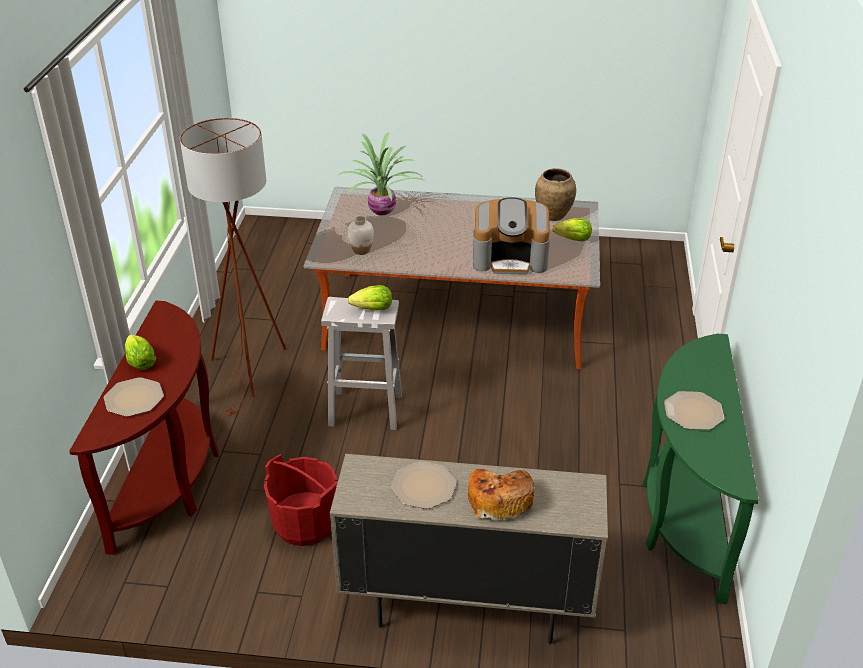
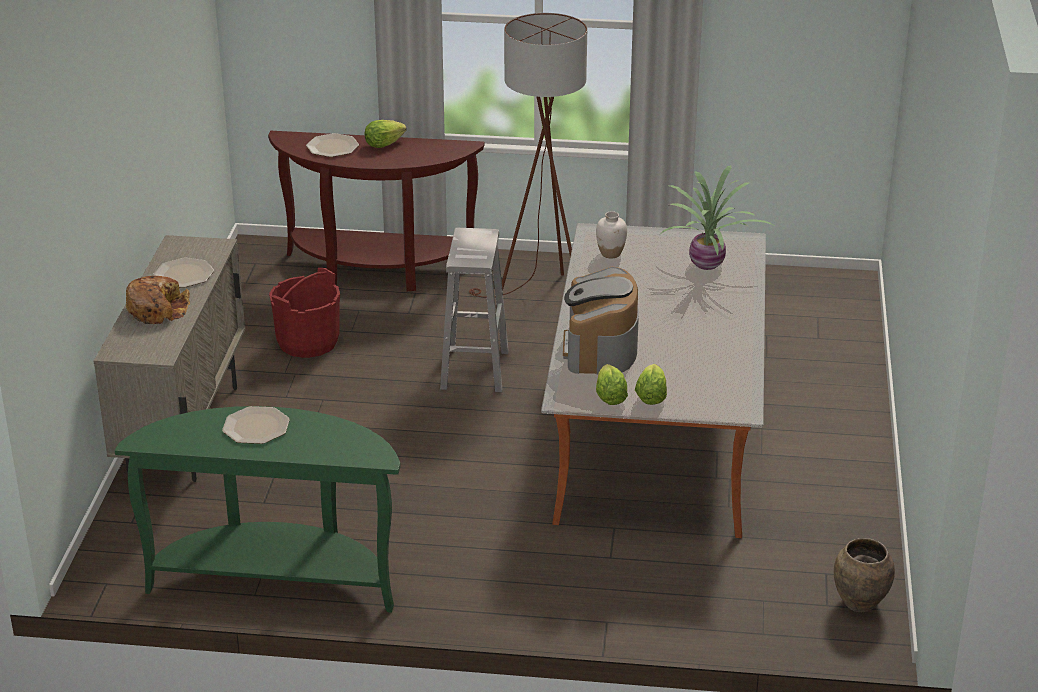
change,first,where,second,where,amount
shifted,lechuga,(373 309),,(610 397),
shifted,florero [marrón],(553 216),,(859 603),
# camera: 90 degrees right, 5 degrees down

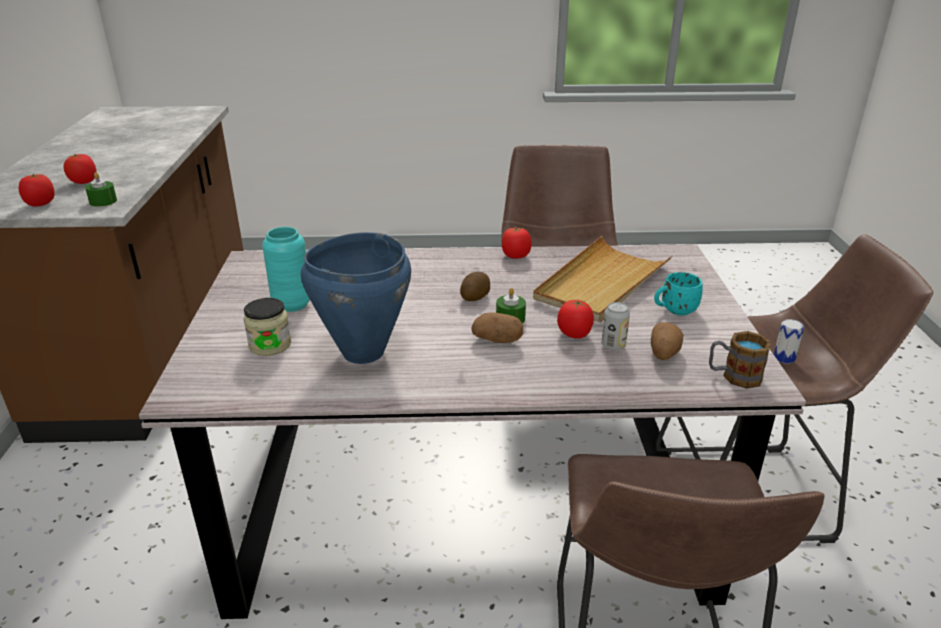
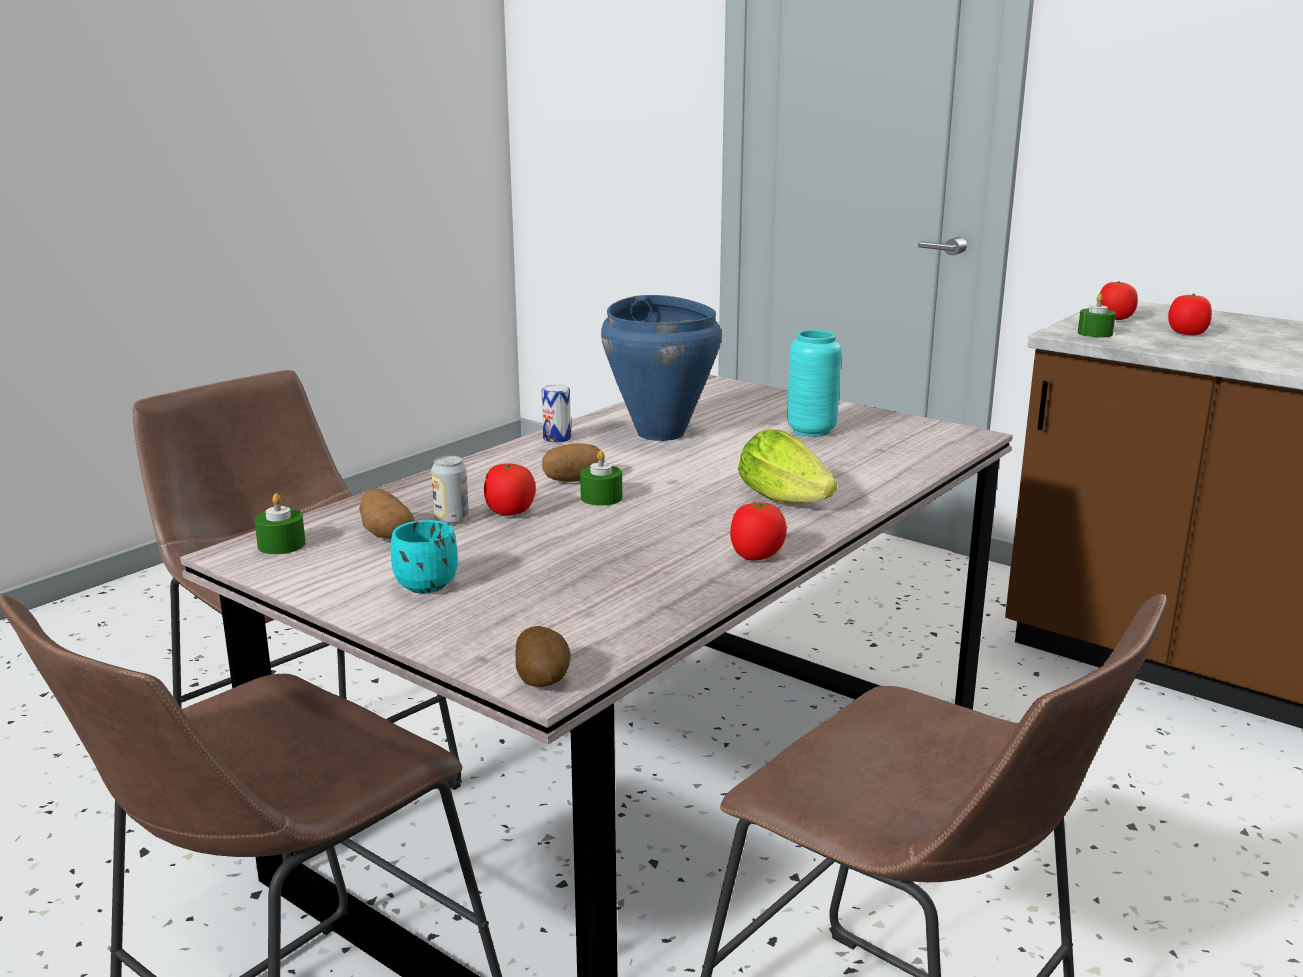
change,first,where,second,where,amount
swapped,taza grande,(734 376),vela [verde],(281 545),
shifted,patata,(475 296),,(543 679),
shifted,lata,(784 357),,(557 438),
new,,,lechuga,(788 499),
gone,tarro,(270 345),,,
gone,bandeja [beis],(601 283),,,
# camera: 130 degrees right, 10 degrees down

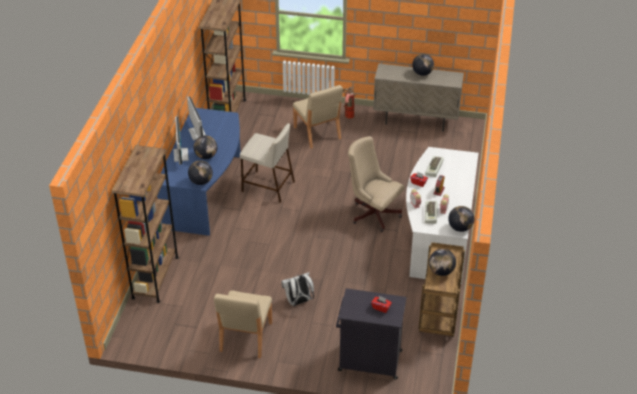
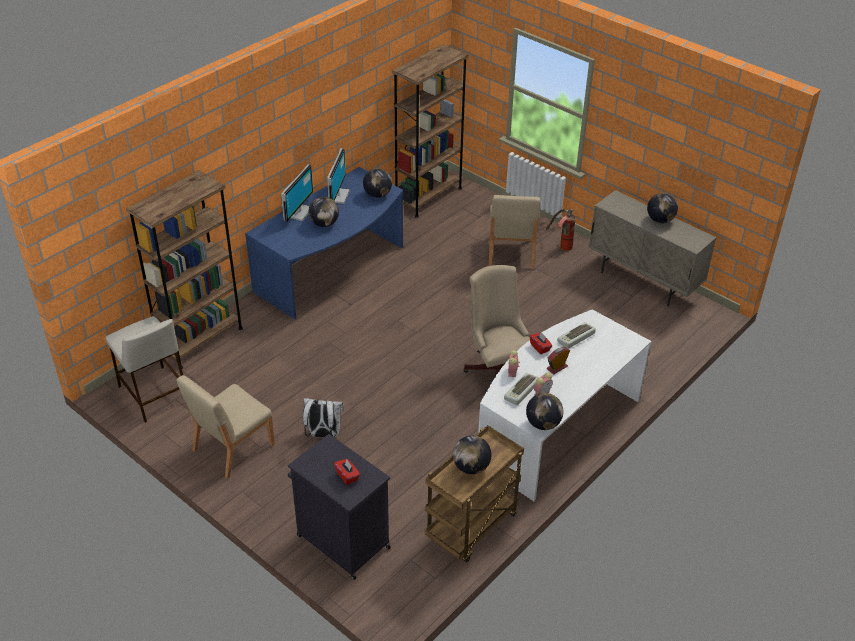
change,first,where,second,where,amount
shifted,taburete [beis],(267 186),,(153 393),
shifted,globo terráqueo,(201 182),,(377 195),
# camera: 30 degrees right, 0 degrees up

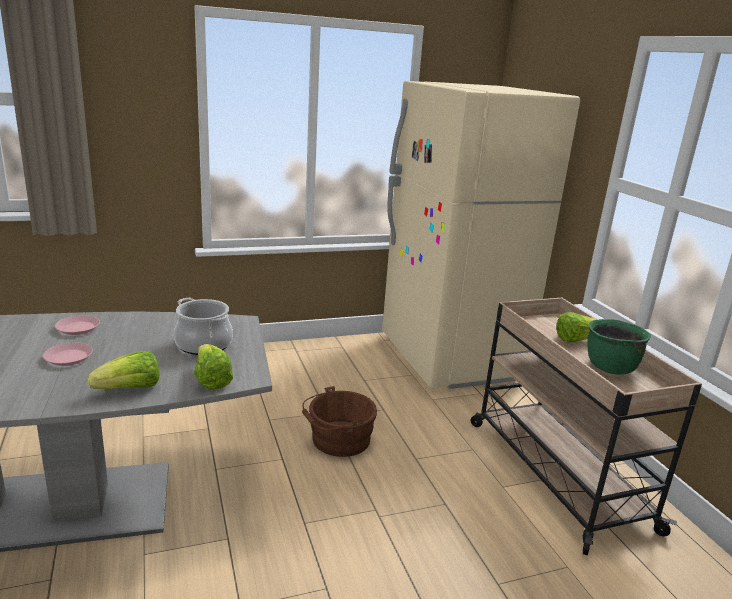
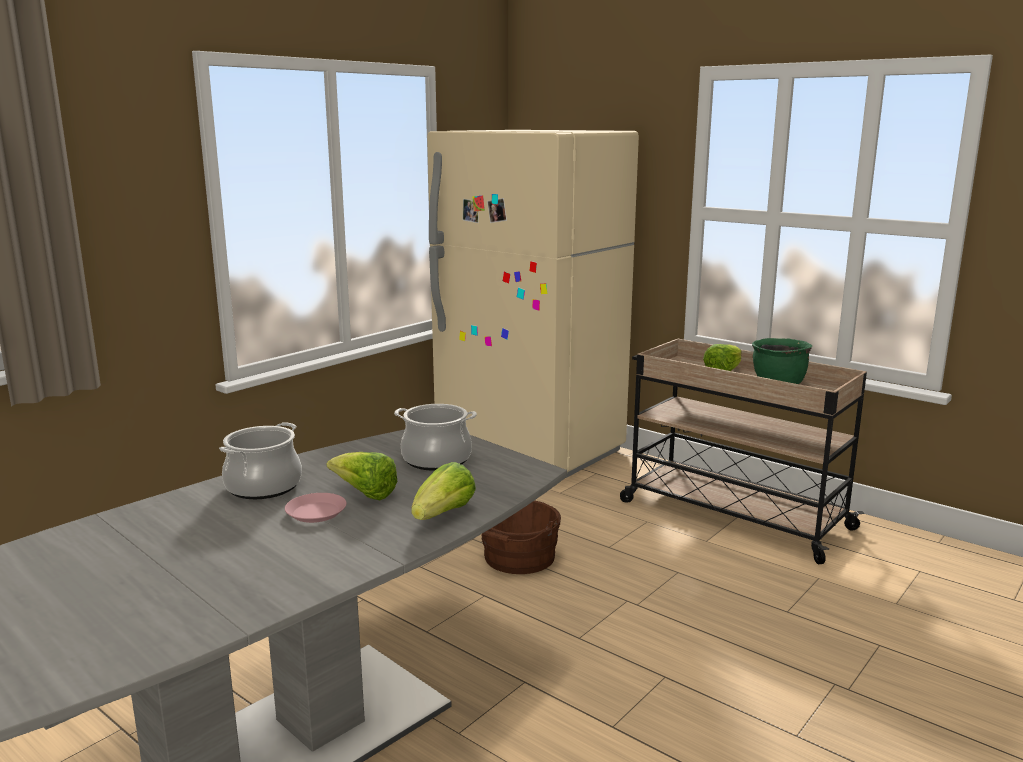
change,first,where,second,where,amount
swapped,plato [rosa],(78 328),olla,(263 486),
shifted,lechuga,(211 380),,(365 494),
# camera: 30 degrees left, 5 degrees down

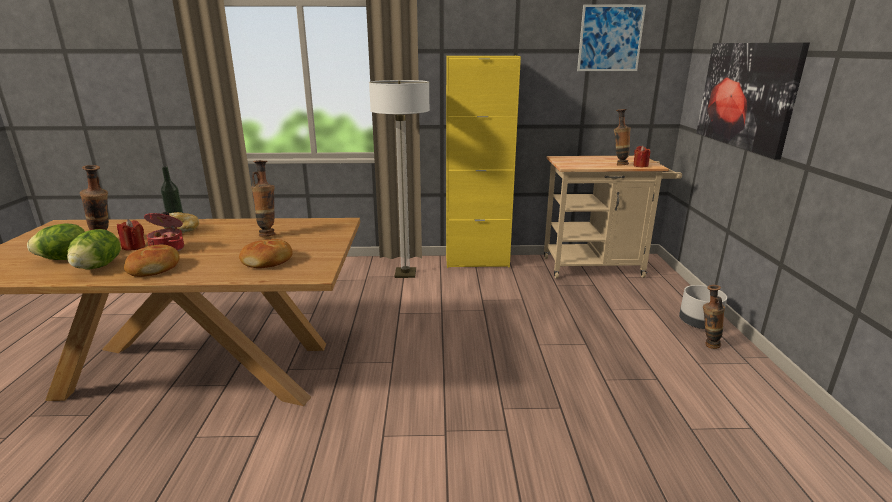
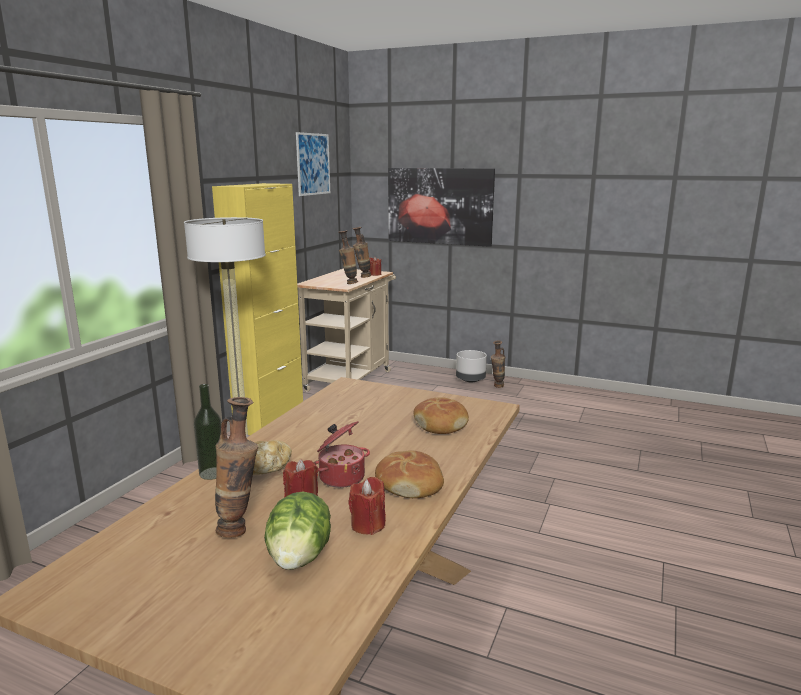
change,first,where,second,where,amount
shifted,florero,(268 234),,(348 283),
swapped,lechuga,(98 267),vela [rojo],(368 525),
# camera: 65 degrees left, 5 degrees down

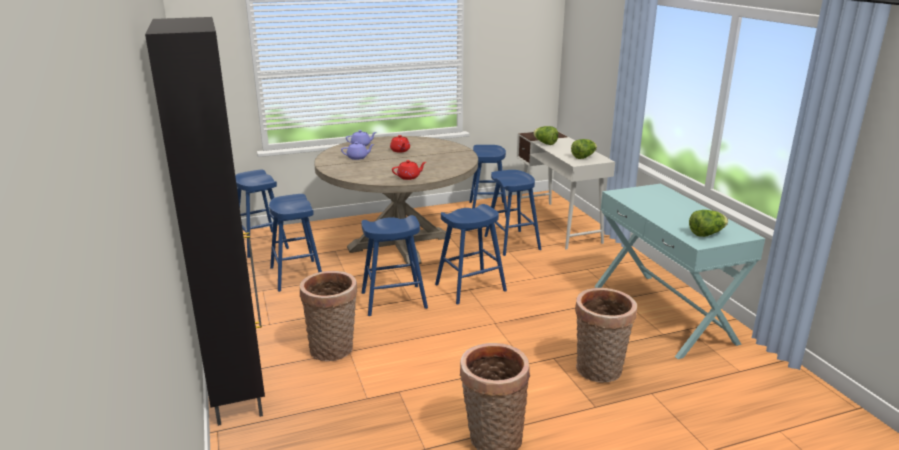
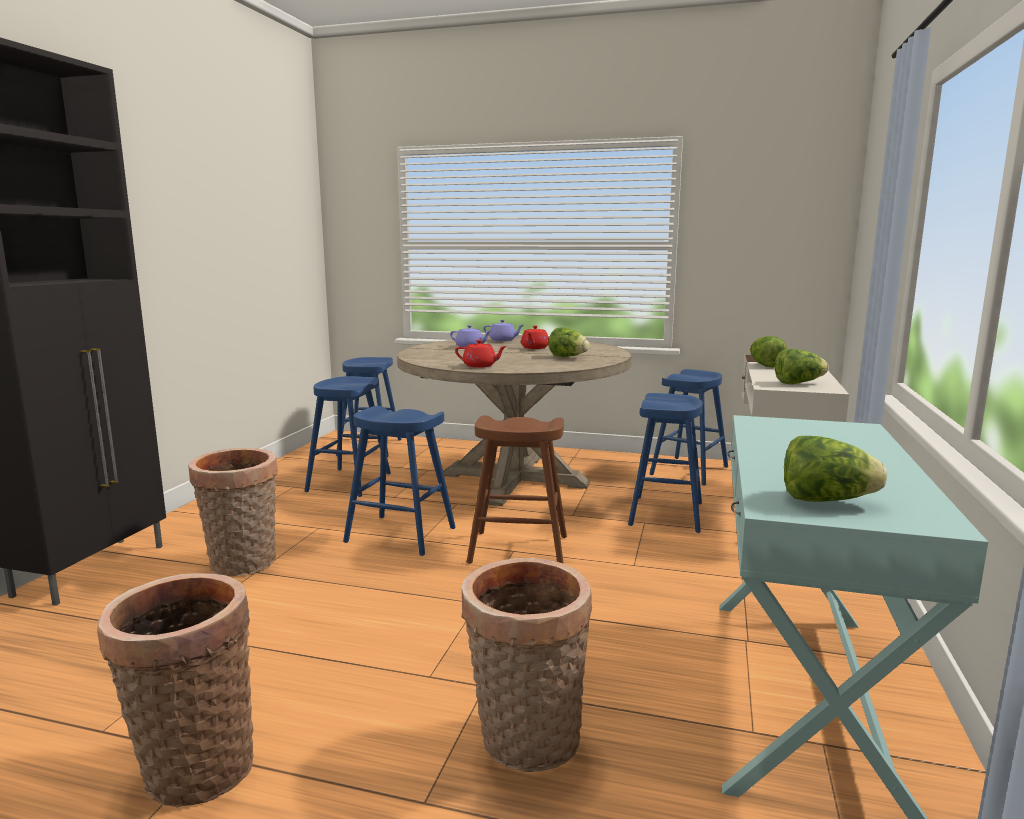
change,first,where,second,where,amount
repainted,taburete [azul],(470 287),taburete [marrón],(519 549),
new,,,lechuga,(568 357),
# camera: 35 degrees right, 10 degrees down

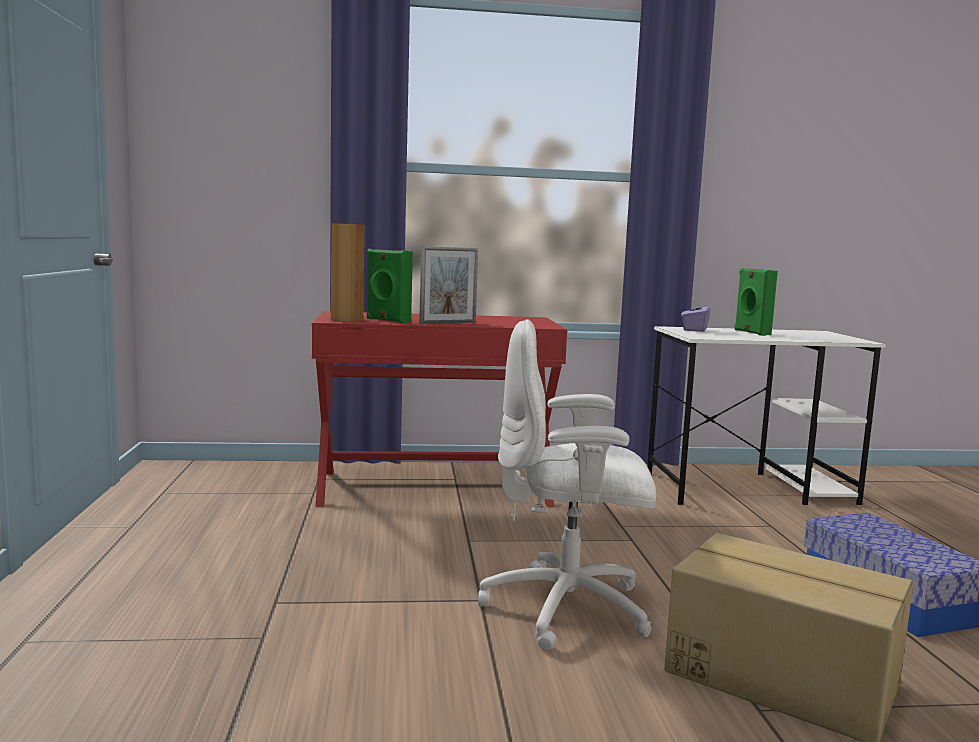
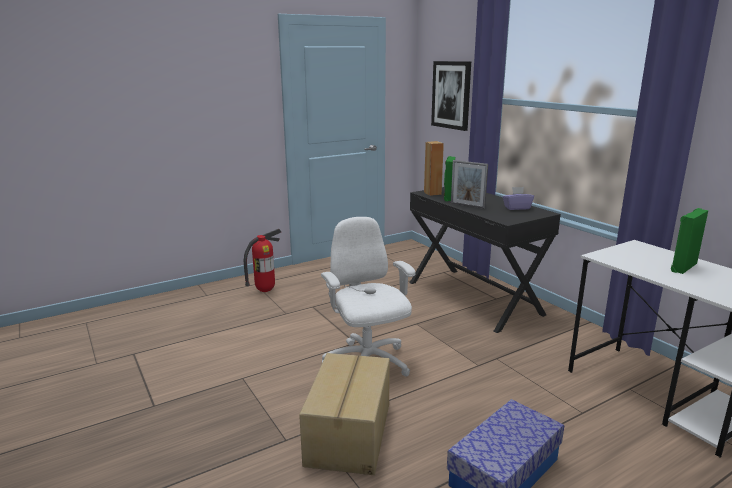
change,first,where,second,where,amount
new,,,extintor,(265 290),
repainted,escritorio [rojo],(434 488),escritorio [negro],(474 297),
new,,,cuadro,(451 95),
shifted,caja de pañuelos [morado],(694 330),,(517 208),
# camera: 65 degrees right, 10 degrees up

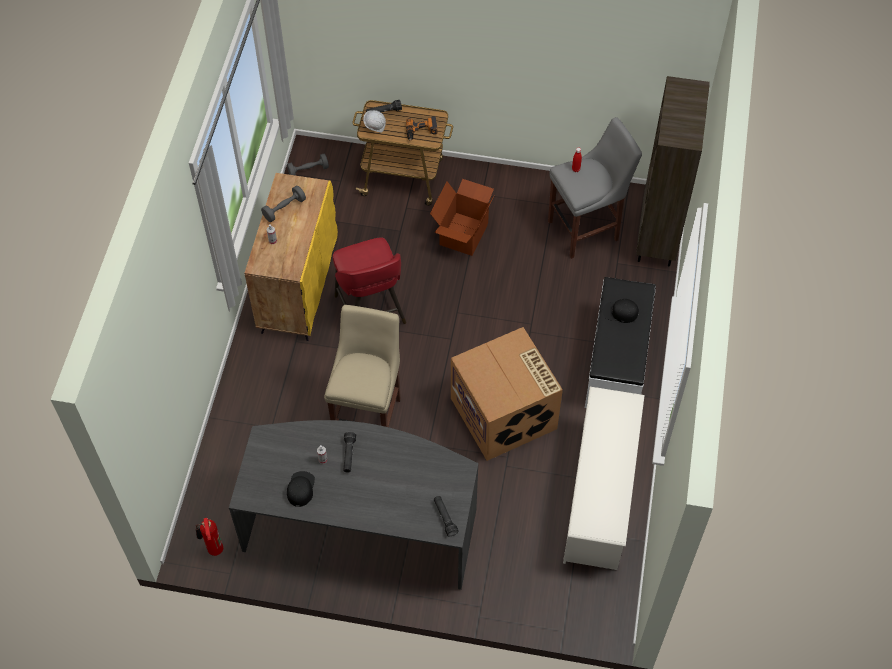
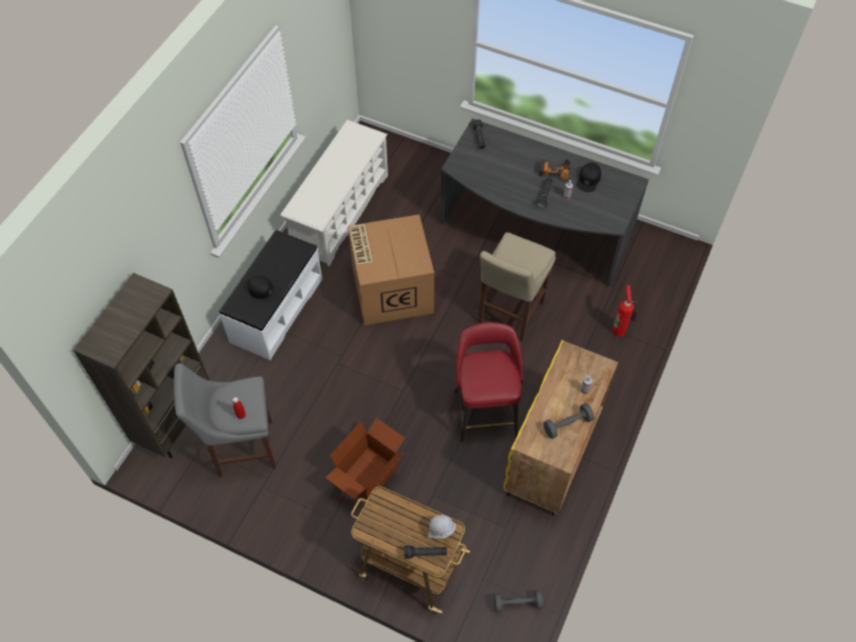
change,first,where,second,where,amount
shifted,taladro,(421 131),,(554 170),
shifted,extintor,(214 550),,(620 329),
# camera: 165 degrees left, 0 degrees up

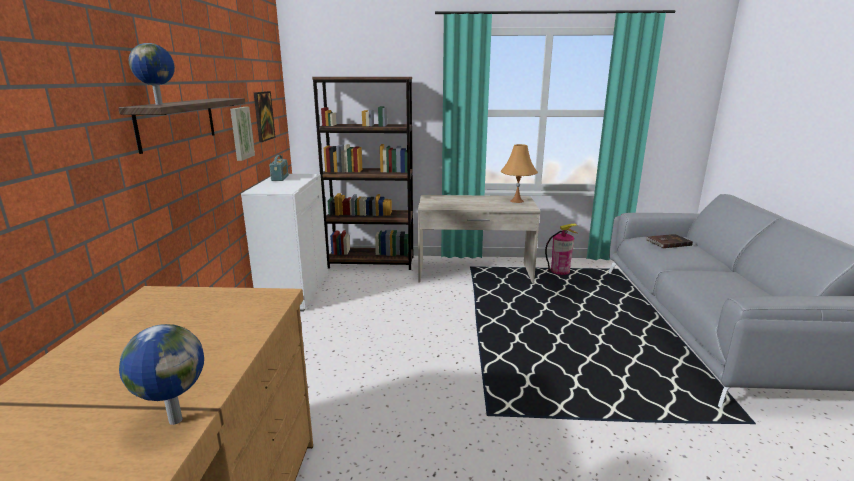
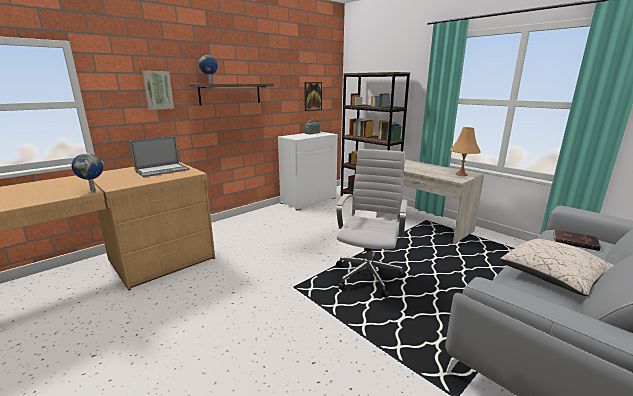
change,first,where,second,where,amount
new,,,portátil,(162 170),
shifted,cuadro,(240 133),,(158 90),
new,,,silla de oficina [blanco],(368 275),
new,,,cojín [beis],(554 277),
gone,extintor,(560 271),,,
# camera: 45 degrees right, 0 degrees up

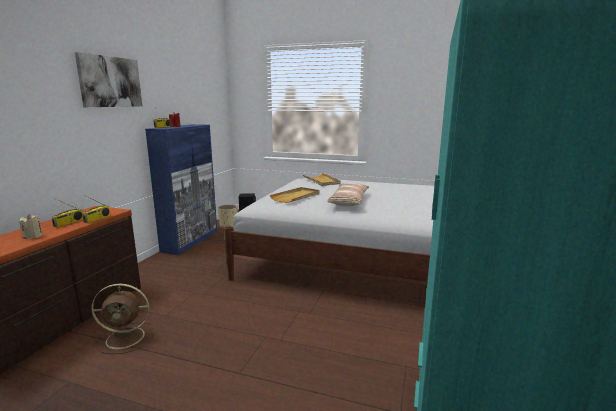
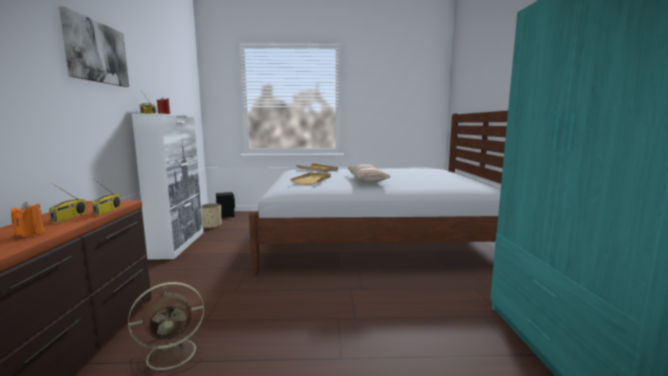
change,first,where,second,where,amount
repainted,vela [beis],(33 236),vela [naranja],(30 234),
repainted,armario [azul],(190 241),armario [blanco],(178 244),
# camera: 20 degrees left, 5 degrees down

